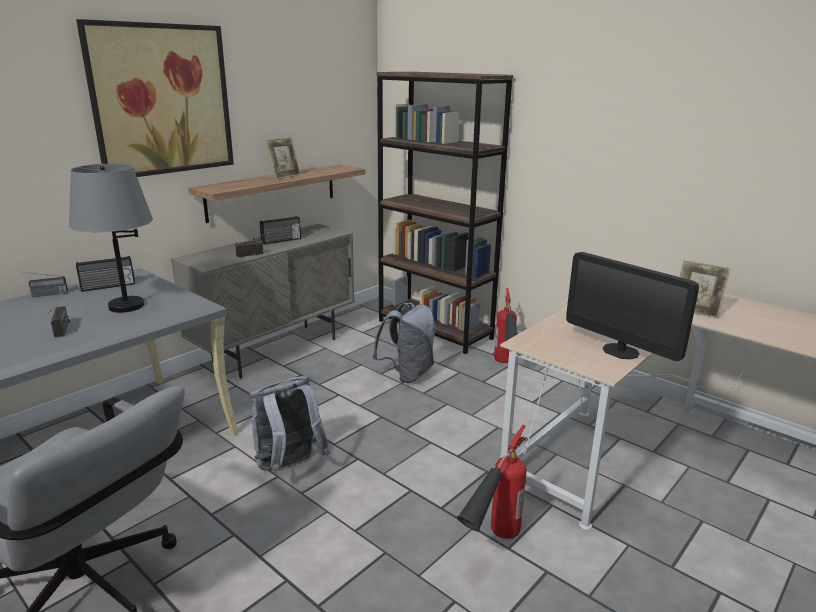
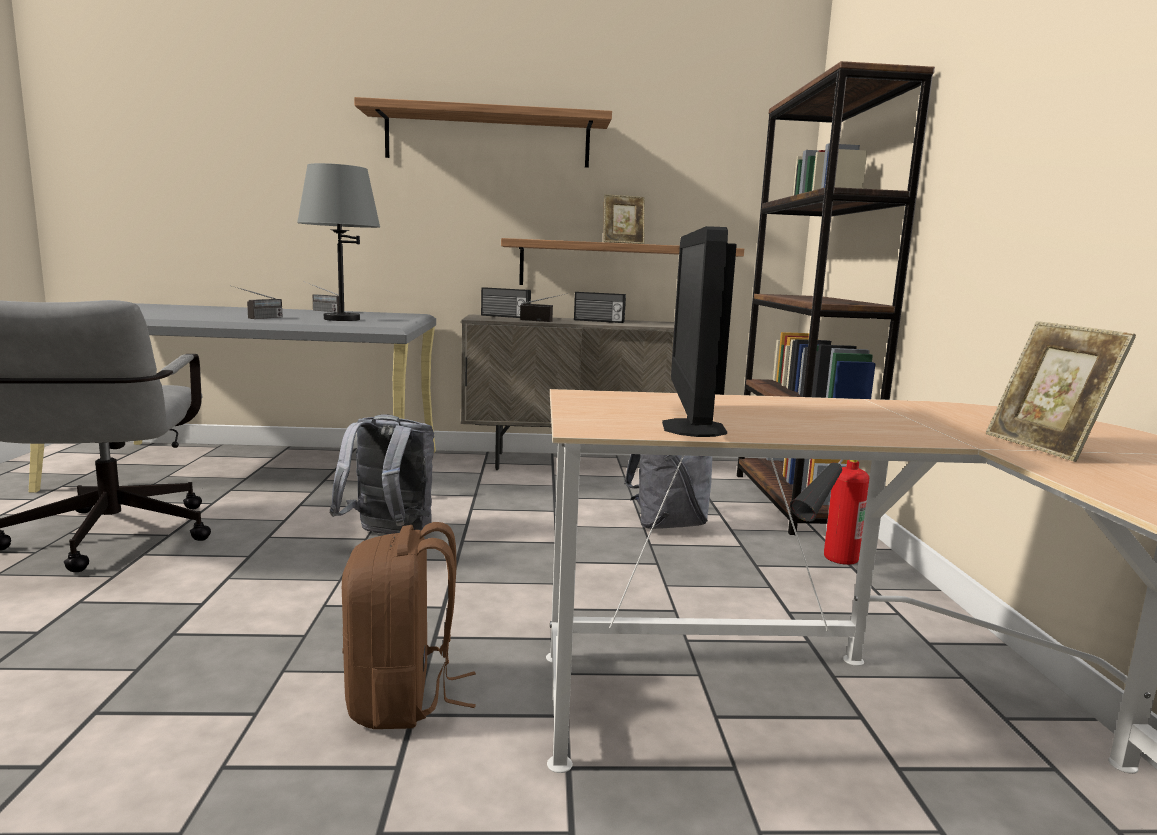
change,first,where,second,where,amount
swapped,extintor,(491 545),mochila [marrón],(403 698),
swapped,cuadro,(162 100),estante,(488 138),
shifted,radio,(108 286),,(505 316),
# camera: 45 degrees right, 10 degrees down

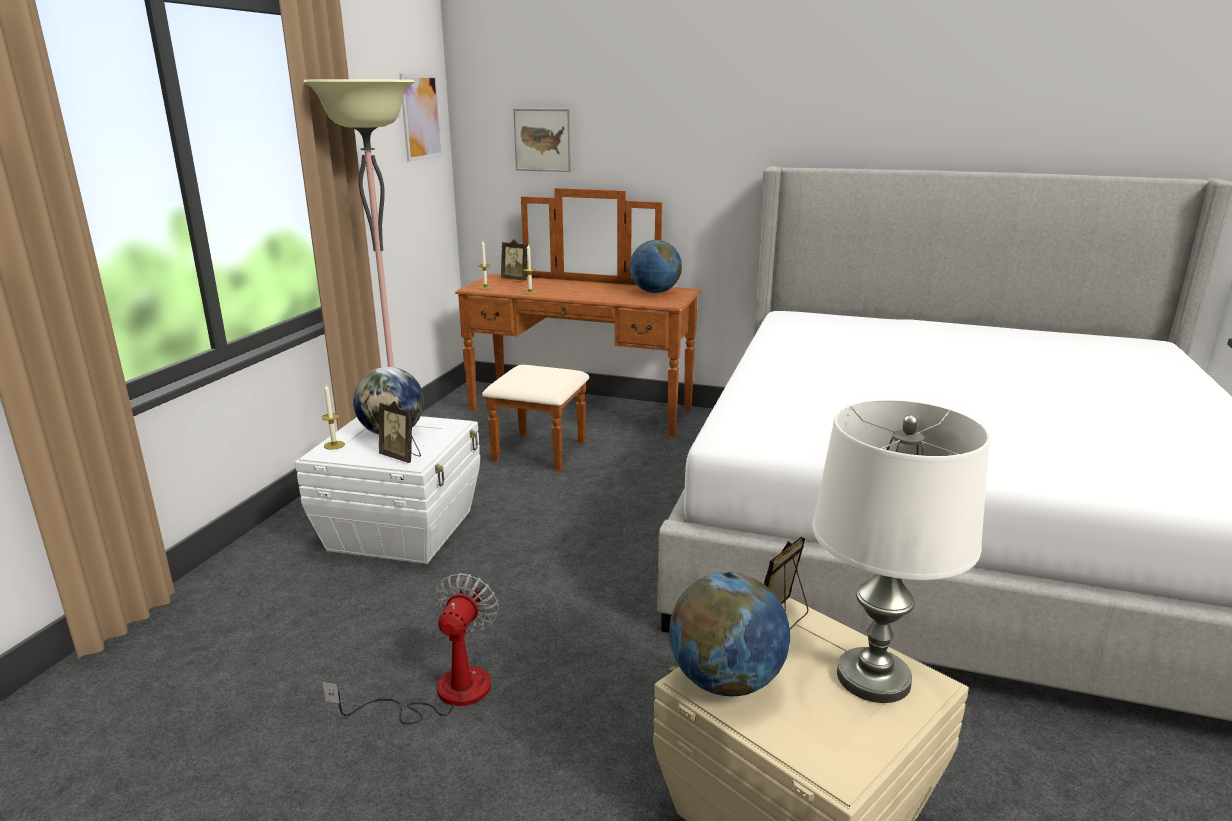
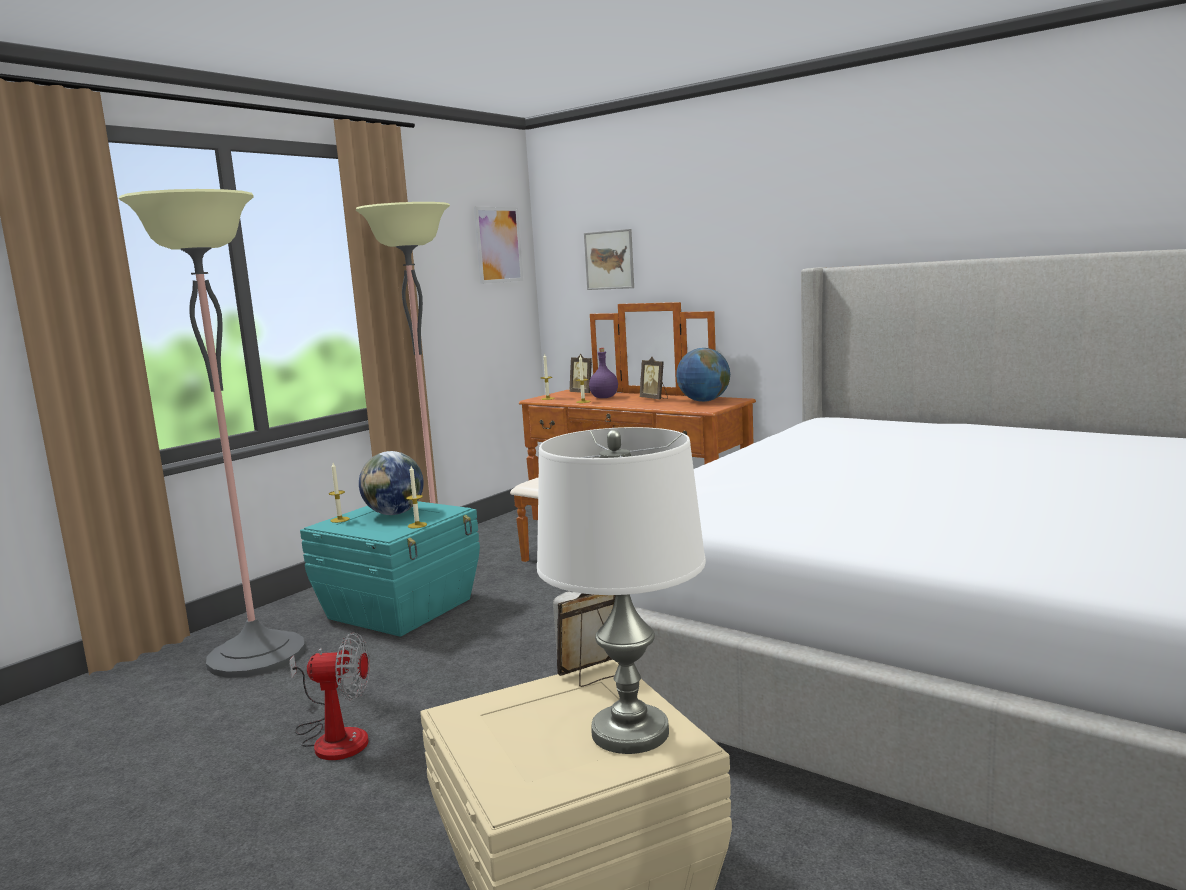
change,first,where,second,where,amount
new,,,lámpara de pie,(257 655),
rotated,ventilador,(443 693),,(334 737),60 degrees clockwise
repainted,caja de almacenaje [blanco],(403 529),caja de almacenaje [turquesa],(401 608),
new,,,vela,(417 525),
new,,,botella [morado],(604 397),
shifted,portarretratos,(401 457),,(655 399),
gone,globo terráqueo,(726 681),,,
# camera: 20 degrees right, 10 degrees down

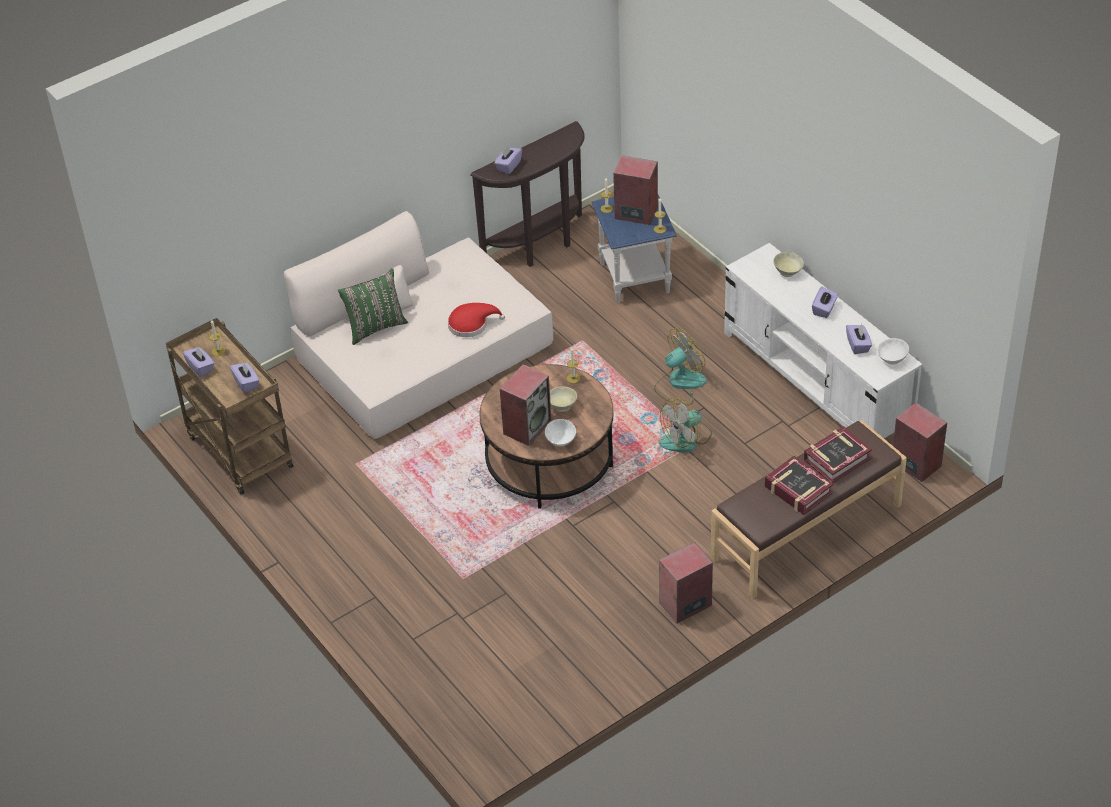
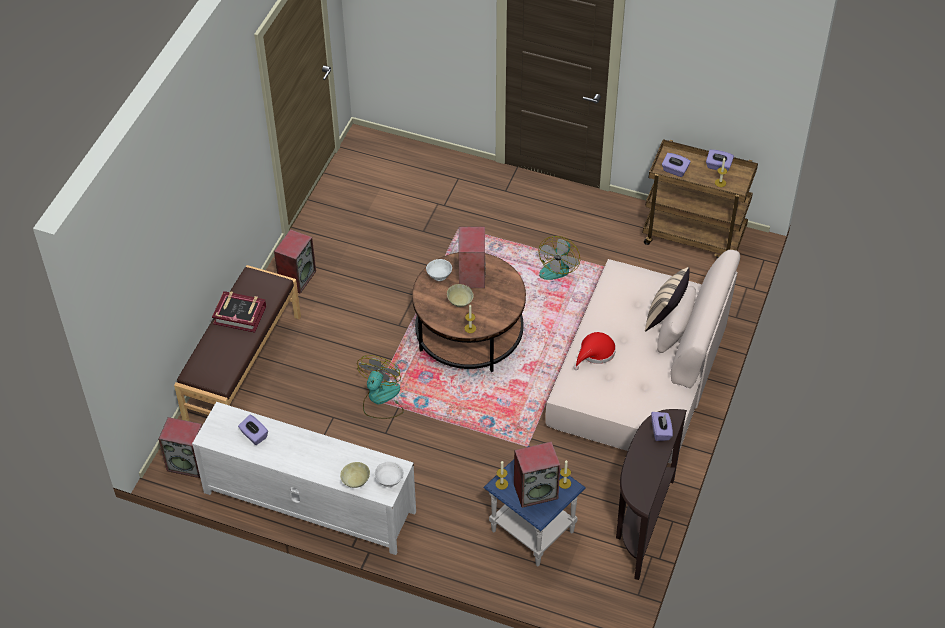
change,first,where,second,where,amount
shifted,cuenco [blanco],(891 359),,(390 480),
shifted,ventilador,(679 384),,(557 266),
repainted,cojín [verde],(375 327),cojín [beis],(665 316),
gone,libro,(836 459),,,
gone,caja de pañuelos [morado],(824 309),,,
# camera: 145 degrees right, 5 degrees up

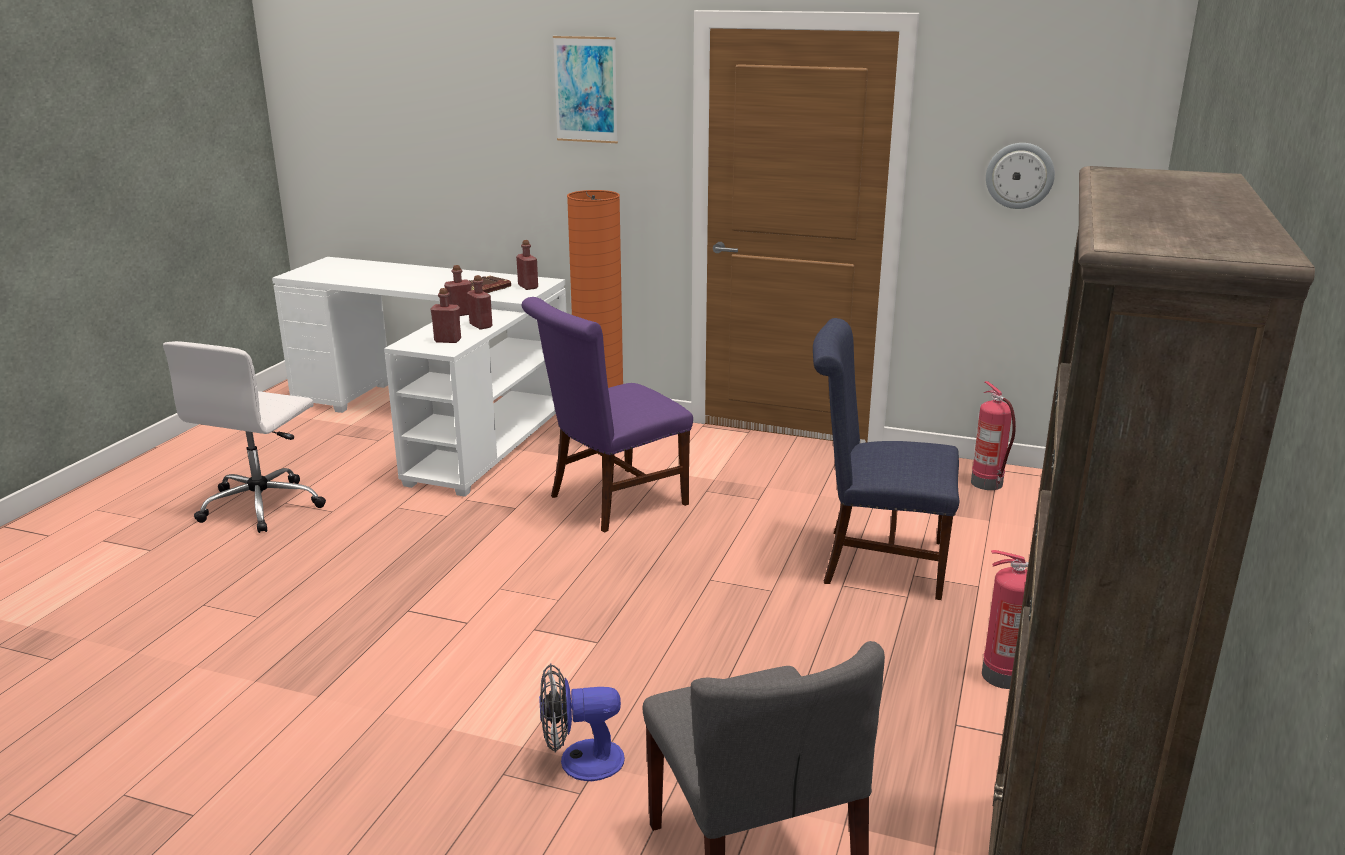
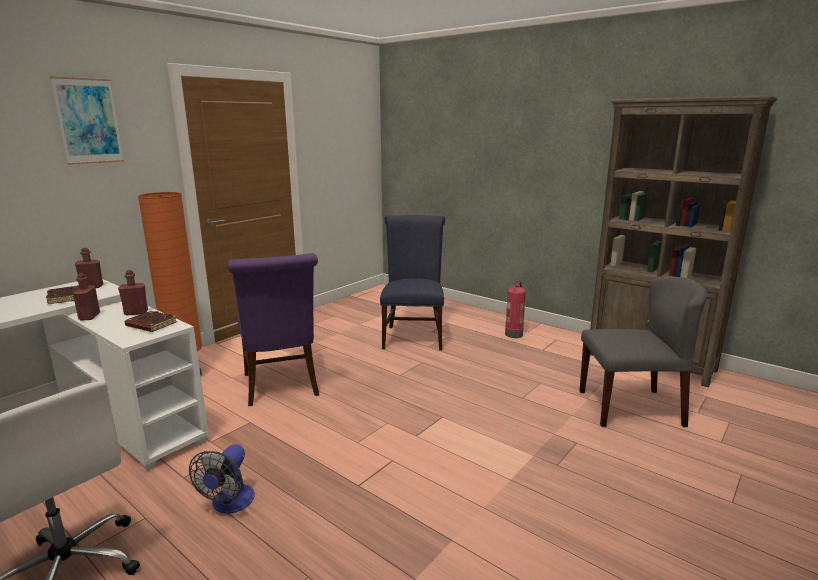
change,first,where,second,where,amount
swapped,botella [rojo],(447 340),libro [marrón],(150 325),
shifted,ventilador,(580 761),,(229 504),
rotated,silla [azul],(874 562),,(413 336),150 degrees clockwise
gone,extintor,(988 484),,,
gone,reloj de pared,(1019 175),,,
# camera: 70 degrees left, 5 degrees down

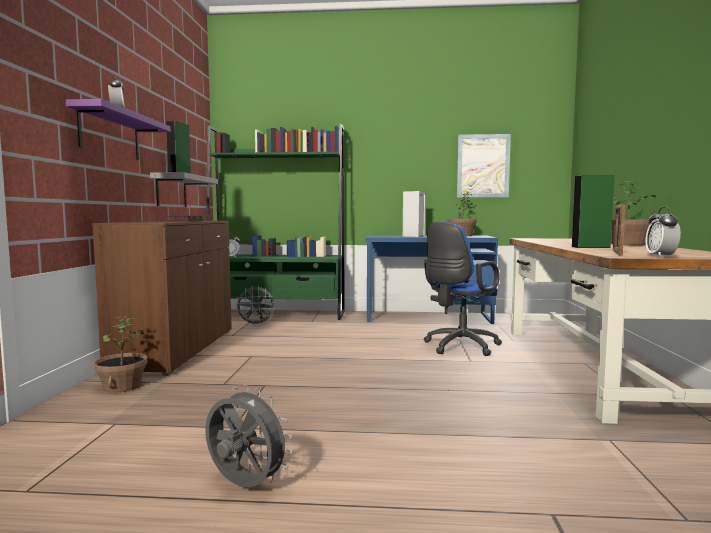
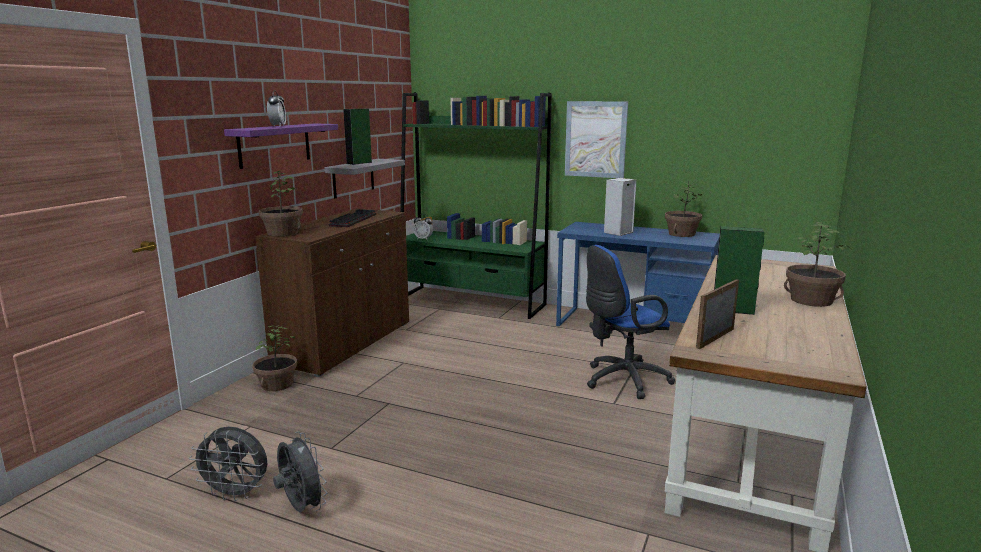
change,first,where,second,where,amount
shifted,ventilador [gris],(256 325),,(236 494),
new,,,planta en maceta,(282 233),
shifted,cuadro,(483 166),,(595 139),
gone,despertador,(661 256),,,
# camera: 20 degrees right, 10 degrees up

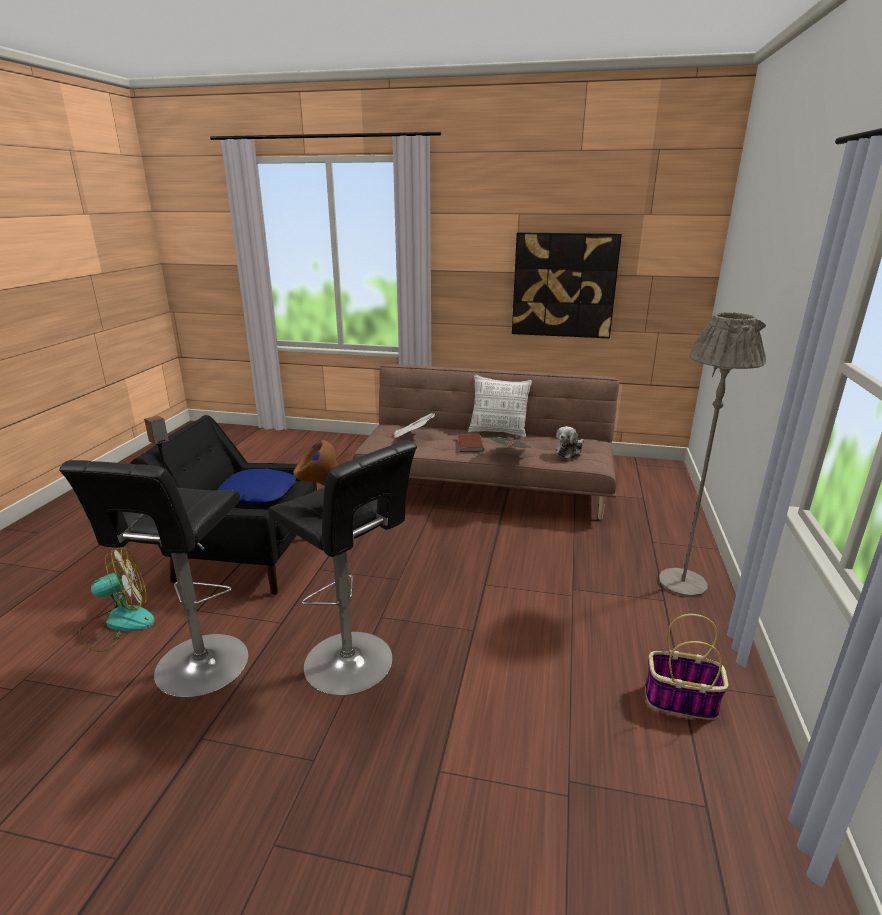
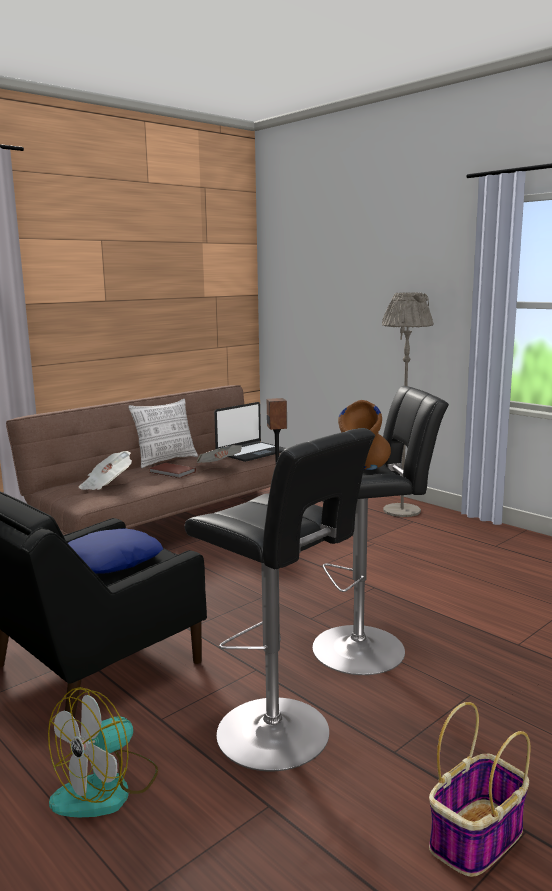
change,first,where,second,where,amount
rotated,ventilador,(118 623),,(106 788),150 degrees counterclockwise
swapped,peluche,(569 452),portátil,(251 452),
shifted,cesta,(679 700),,(476 839),
gone,cuadro,(564 285),,,
# camera: 55 degrees left, 10 degrees down

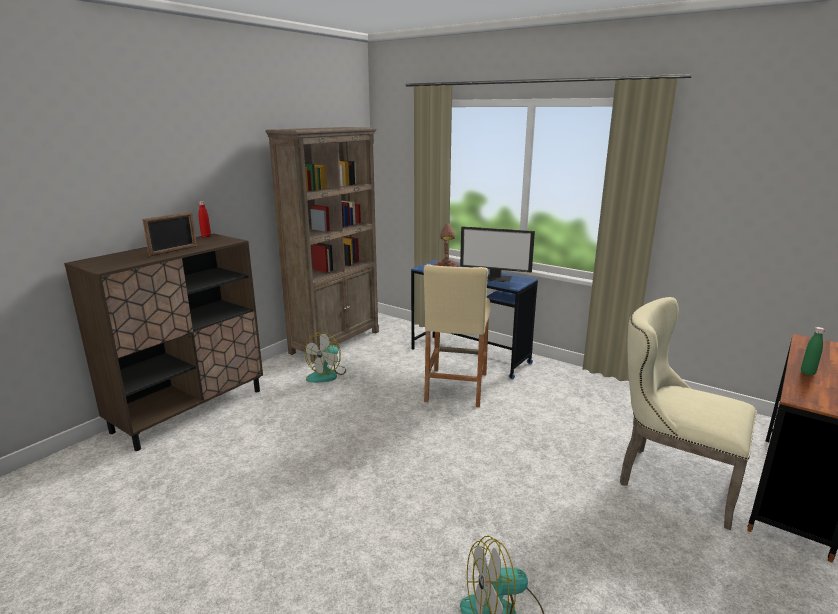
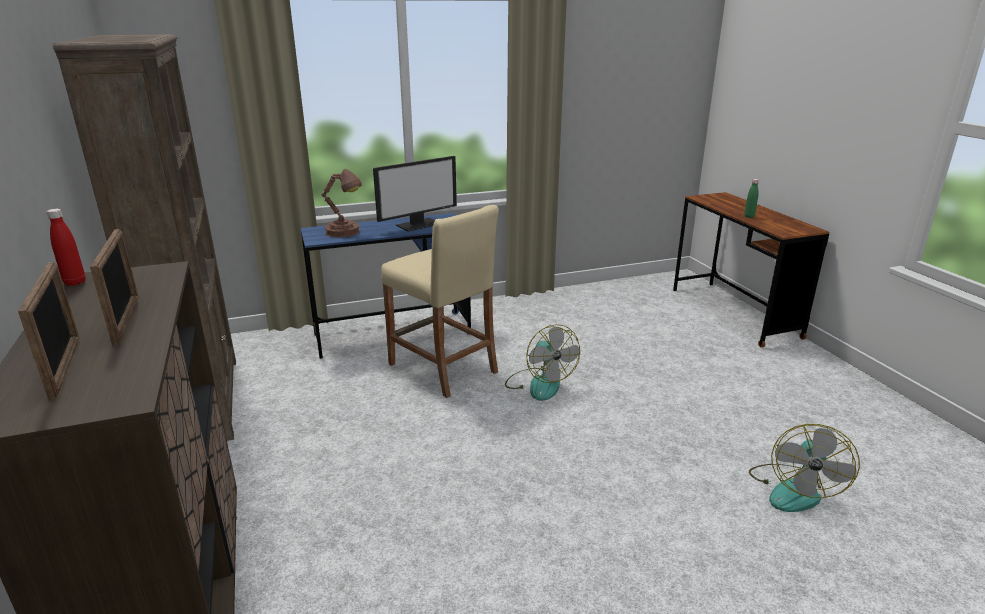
change,first,where,second,where,amount
new,,,portarretratos,(65 367),
shifted,ventilador,(327 375),,(539 383),
gone,silla [beis],(670 479),,,
# camera: 55 degrees left, 5 degrees up

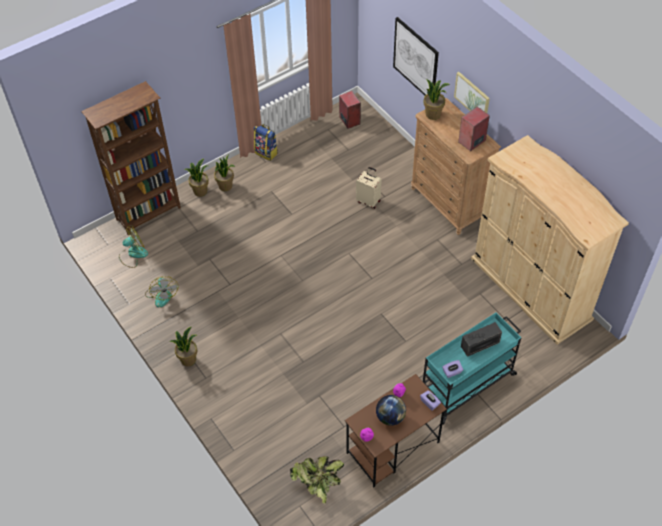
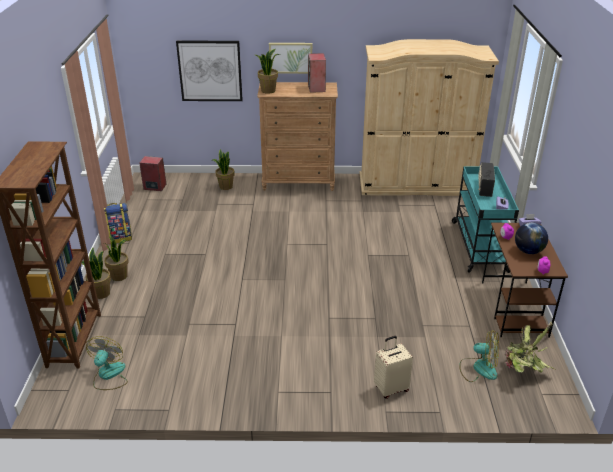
change,first,where,second,where,amount
shifted,planta en maceta,(188 359),,(225 186),
shifted,maleta [beis],(368 201),,(391 388),
shifted,ventilador,(162 294),,(478 368),
# camera: 55 degrees left, 20 degrees down

